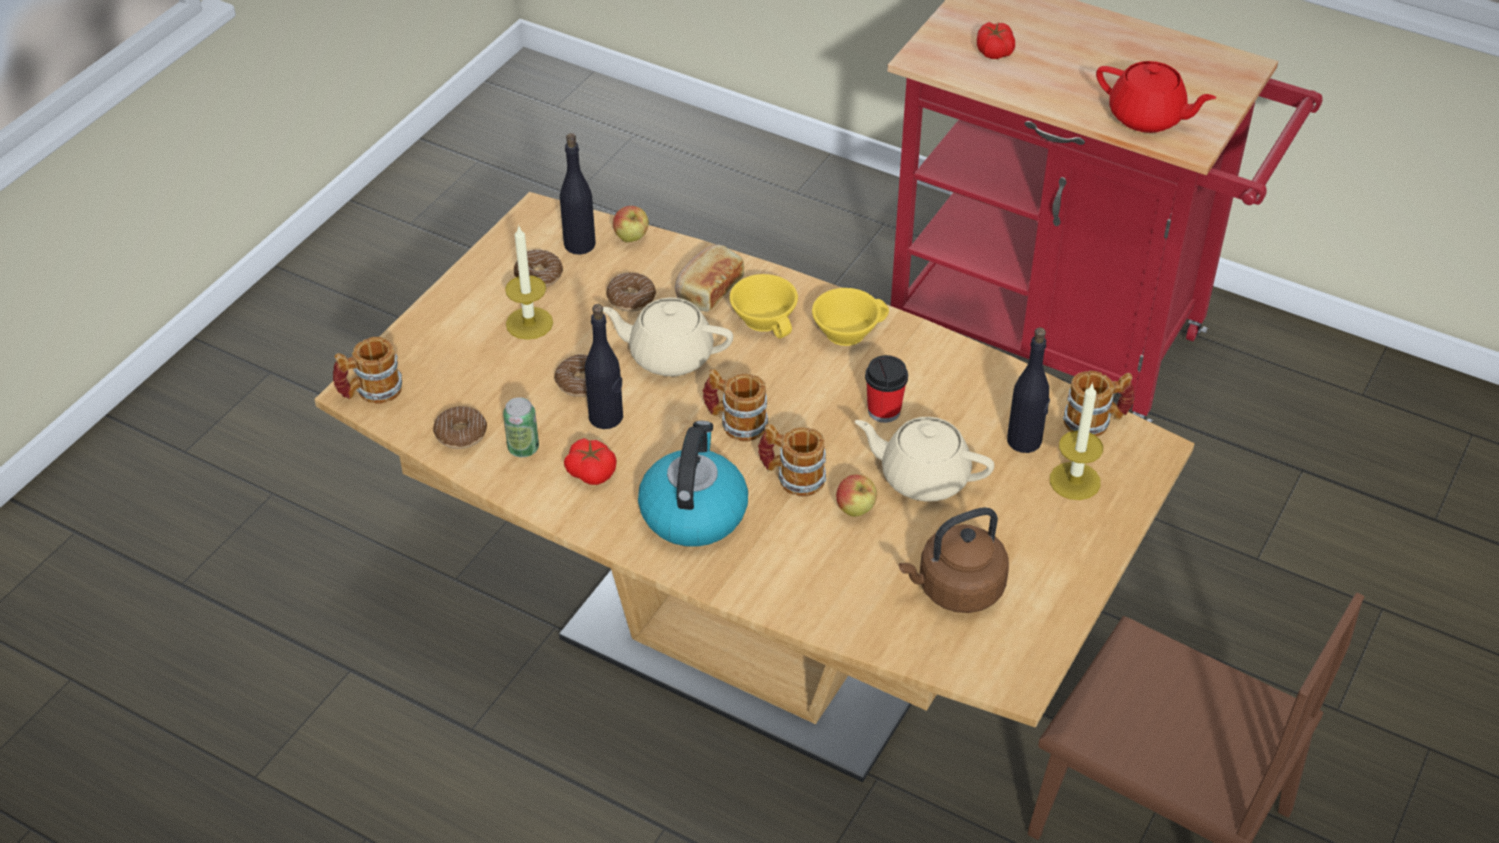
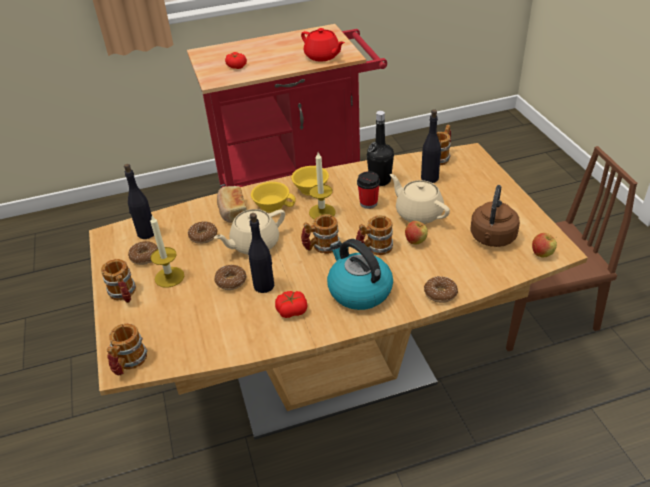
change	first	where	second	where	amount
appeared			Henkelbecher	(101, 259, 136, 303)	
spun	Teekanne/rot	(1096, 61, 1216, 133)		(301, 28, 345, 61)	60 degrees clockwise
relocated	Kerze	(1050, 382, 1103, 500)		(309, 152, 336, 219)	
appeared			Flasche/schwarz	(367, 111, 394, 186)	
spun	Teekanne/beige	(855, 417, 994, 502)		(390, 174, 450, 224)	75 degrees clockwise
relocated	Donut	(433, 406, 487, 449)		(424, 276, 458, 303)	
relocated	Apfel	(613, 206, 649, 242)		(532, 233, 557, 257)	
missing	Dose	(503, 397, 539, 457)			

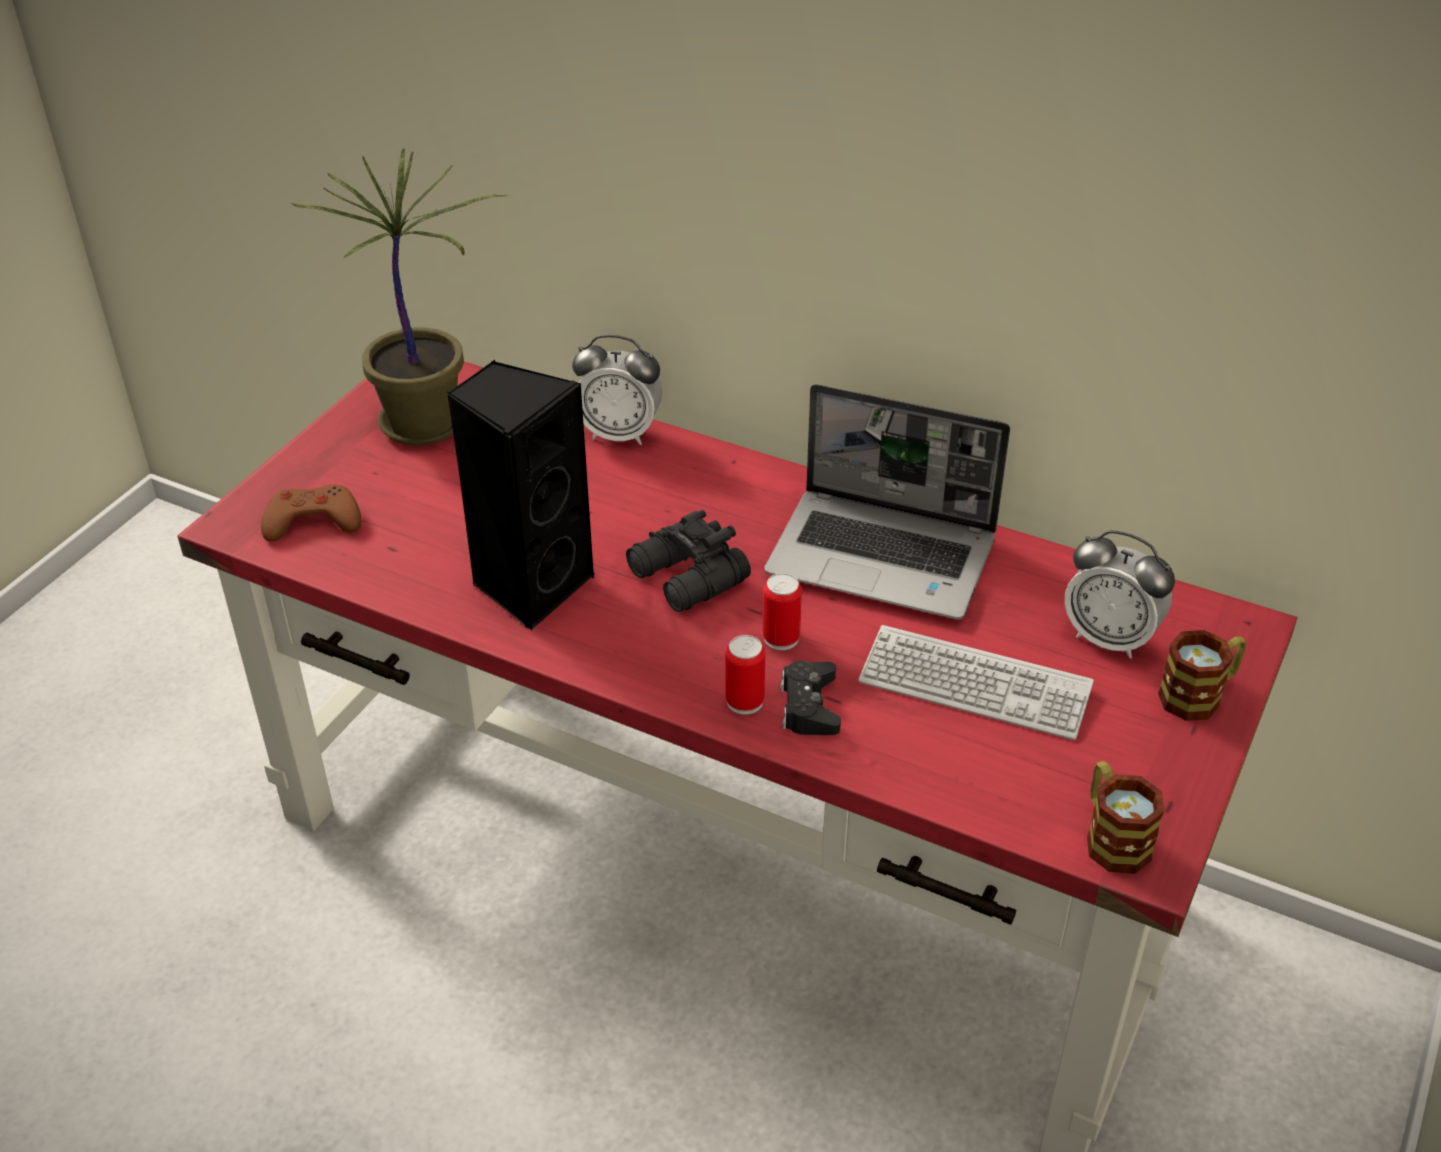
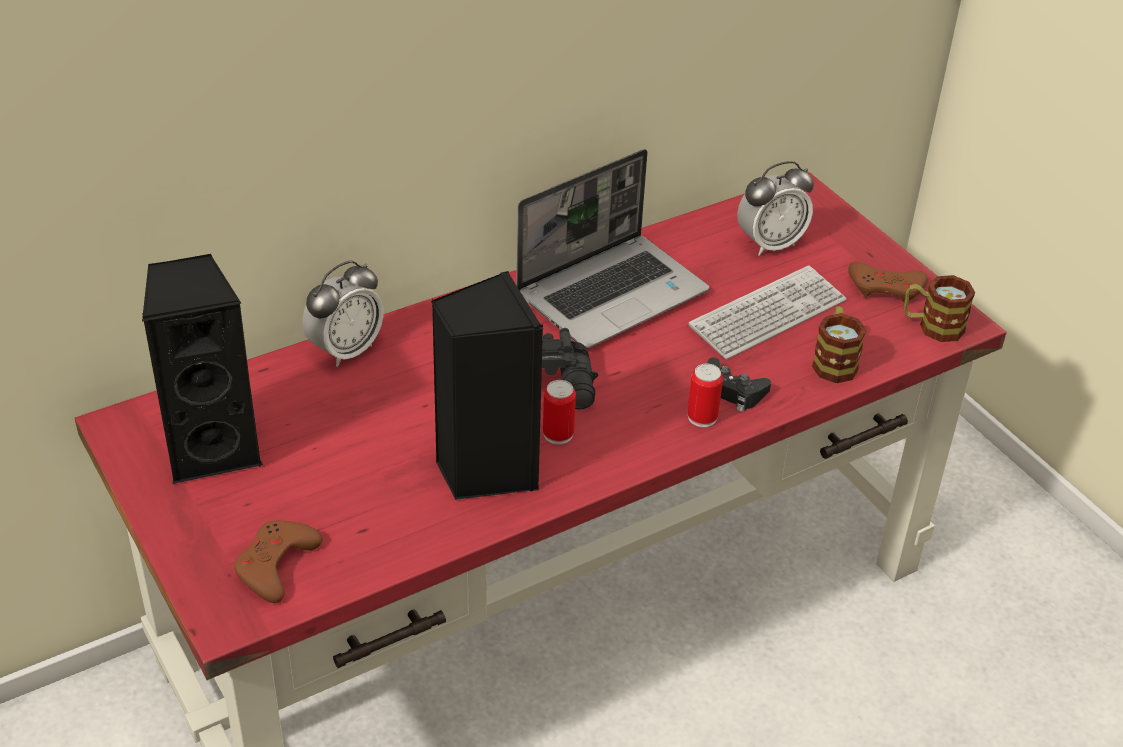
change	first	where	second	where	amount
exchanged	Topfpflanze	(291, 147, 508, 446)	Lautsprecher/schwarz	(142, 254, 263, 484)	
relocated	Dose	(763, 573, 802, 650)		(543, 380, 576, 445)	
relocated	Henkelbecher	(1158, 630, 1246, 721)		(812, 306, 866, 383)	
appeared			Gamepad/braun	(848, 262, 928, 302)	

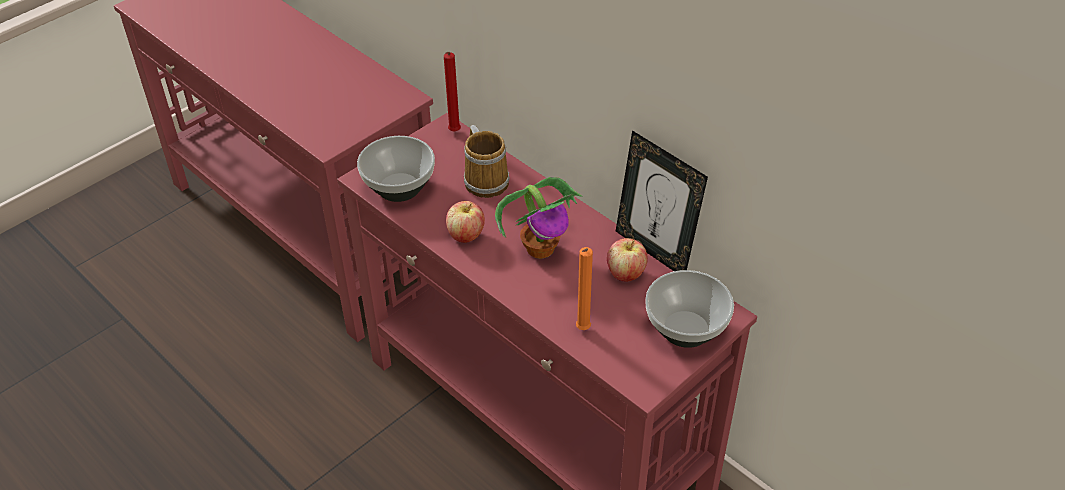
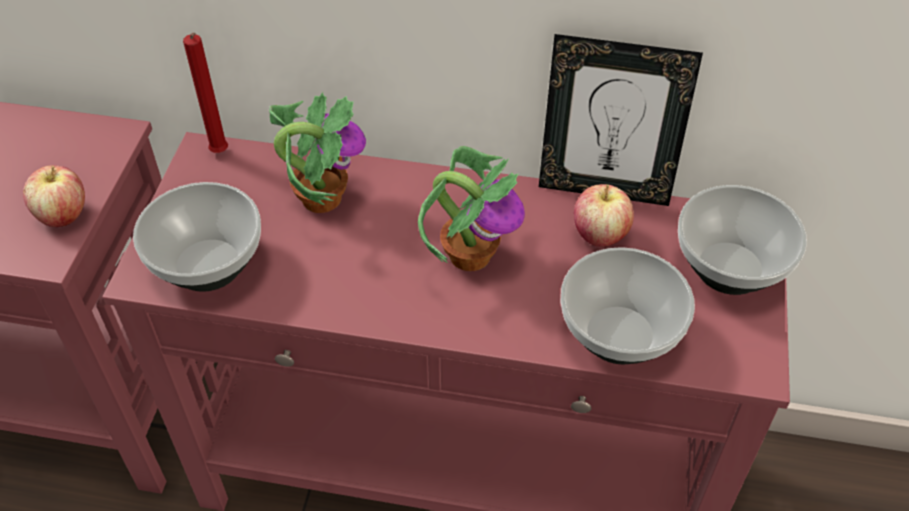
change	first	where	second	where	amount
relocated	Apfel	(446, 201, 485, 243)		(23, 165, 85, 227)	
exchanged	Henkelbecher	(464, 125, 510, 198)	Topfpflanze	(269, 92, 366, 213)	
exchanged	Kerze/orange	(576, 247, 593, 330)	Schüssel	(561, 247, 695, 365)	

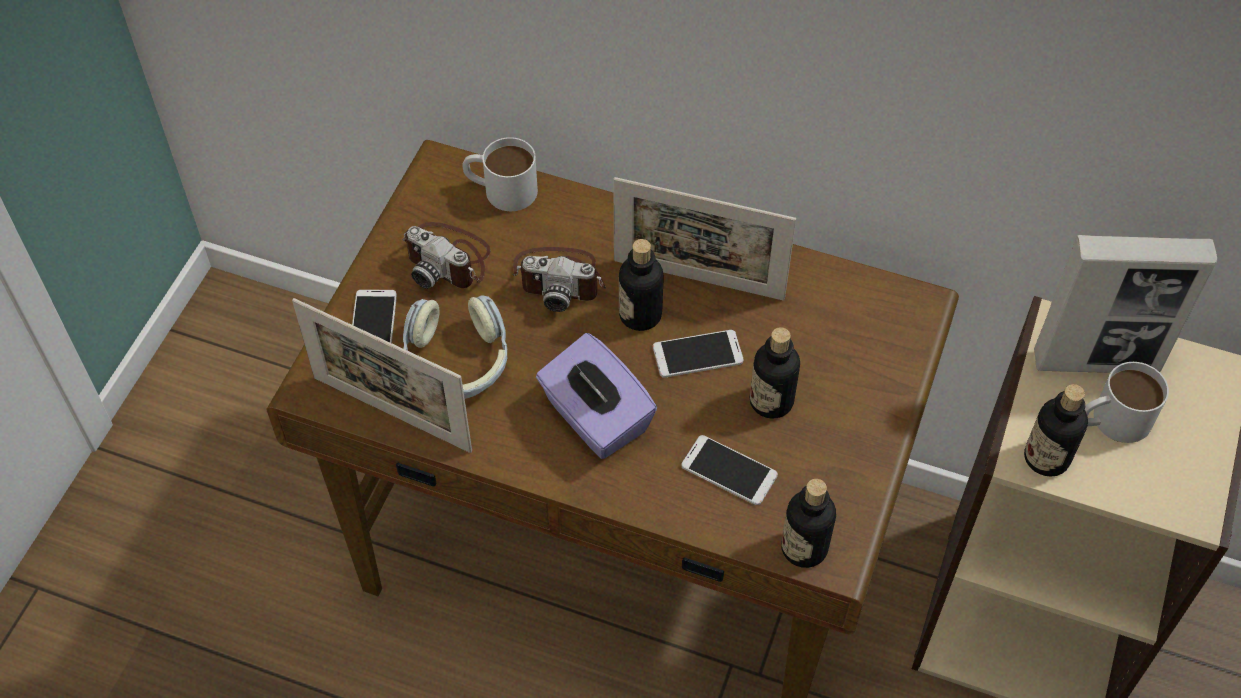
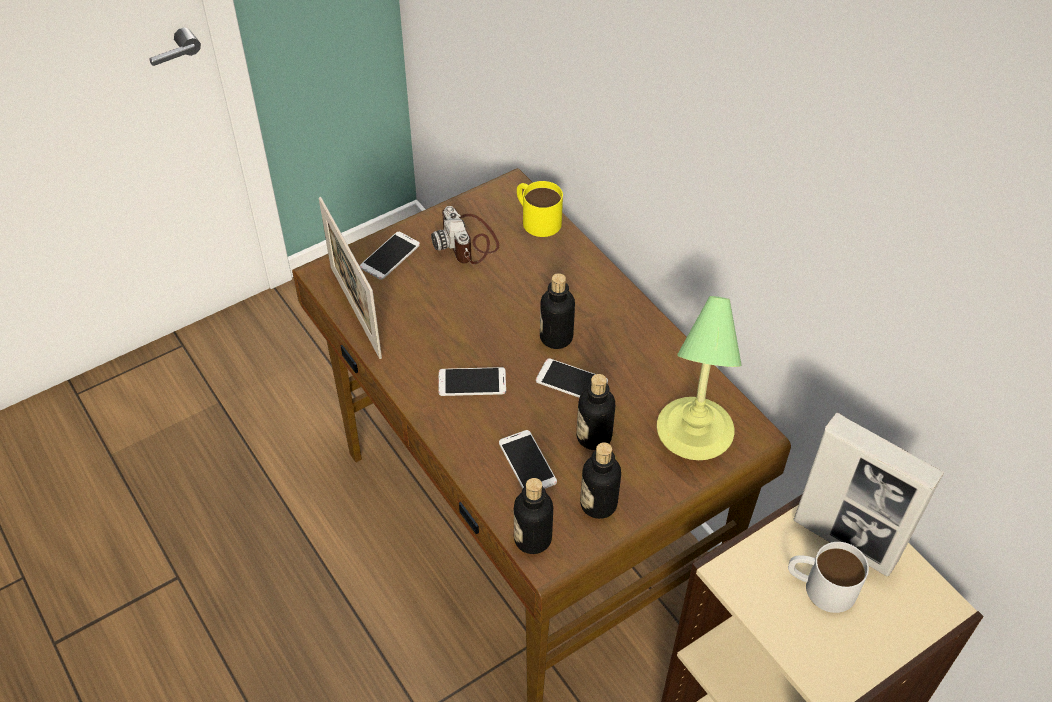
change	first	where	second	where	amount
exchanged	Taschentuchbox/lila	(536, 333, 657, 459)	Handy	(438, 367, 506, 396)	
colour	Henkelbecher/weiß	(462, 137, 538, 211)	Henkelbecher/gelb	(517, 181, 563, 237)	
relocated	Flasche	(1024, 384, 1088, 477)		(580, 442, 621, 519)	
appeared			Tischlampe	(657, 296, 742, 460)	
missing	Kopfhörer	(403, 295, 507, 399)			
missing	Kamera	(512, 247, 606, 312)			
missing	Bilderrahmen	(613, 177, 796, 301)			

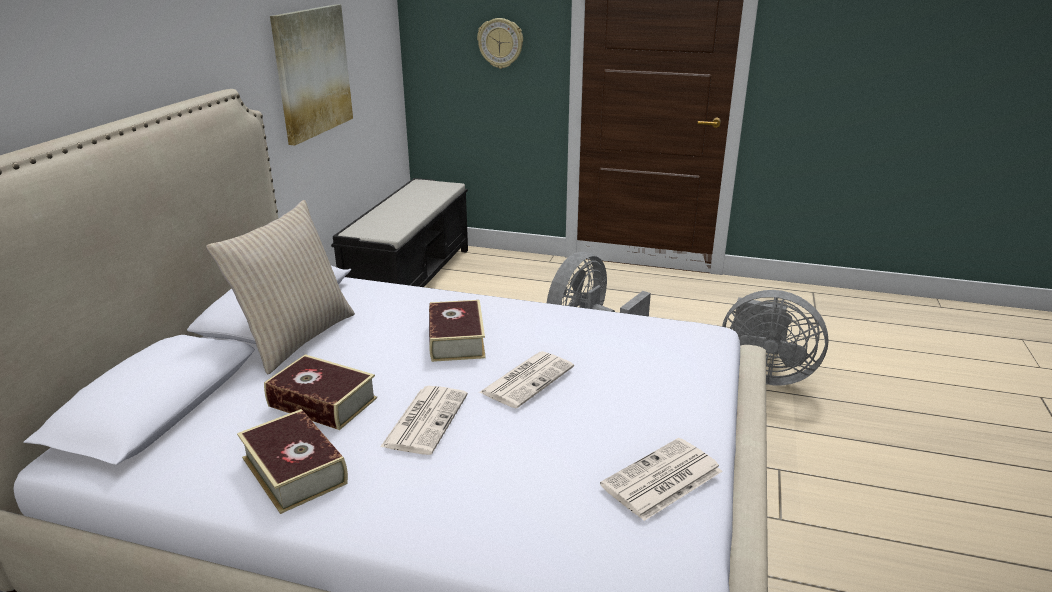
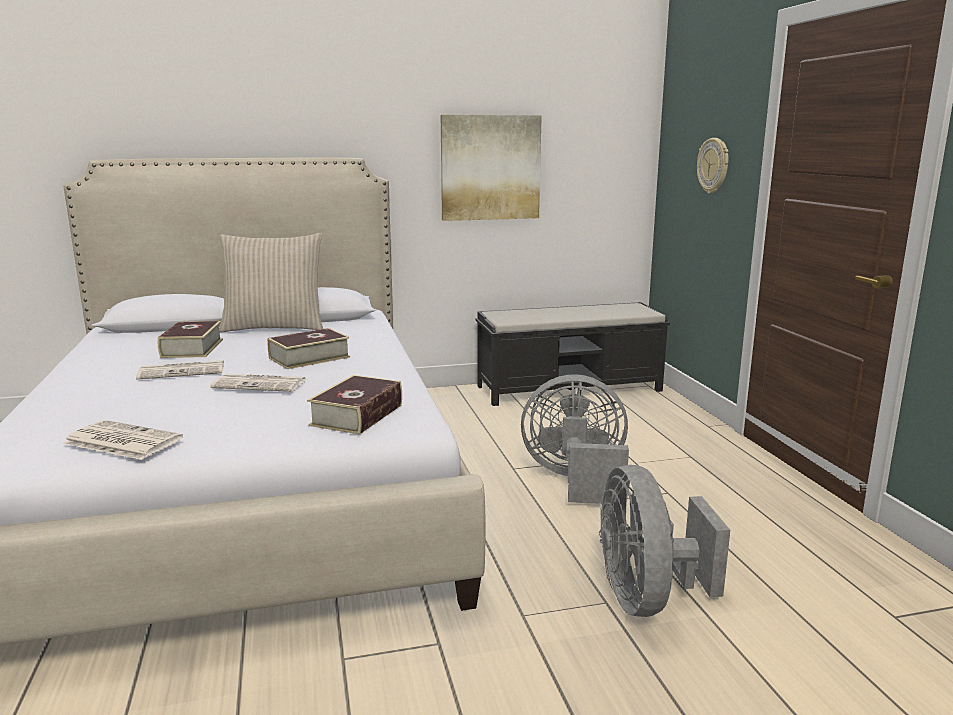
change	first	where	second	where	amount
relocated	Buch	(237, 409, 348, 514)		(307, 375, 402, 434)	

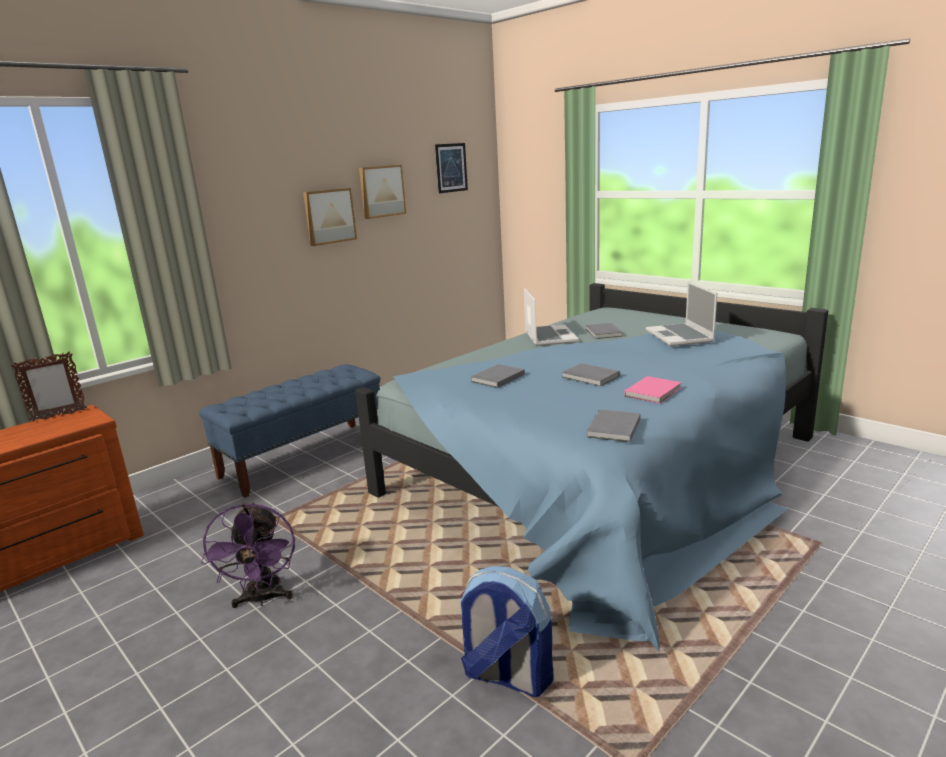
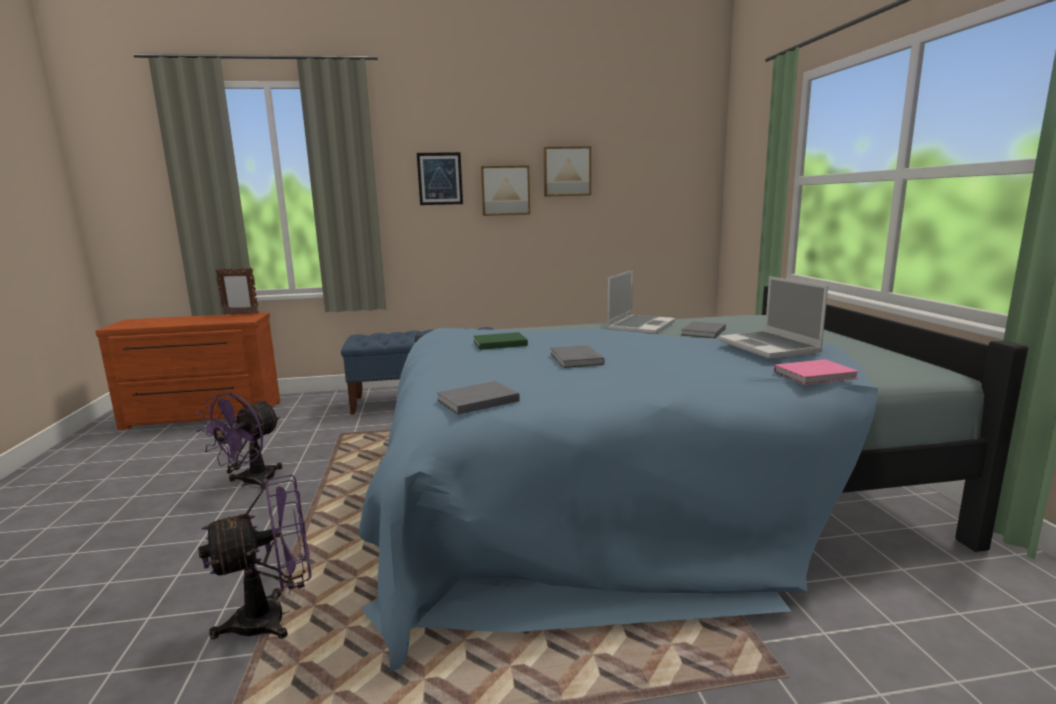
change	first	where	second	where	amount
exchanged	Rucksack	(459, 566, 554, 697)	Ventilator/lila	(198, 475, 312, 639)	
relocated	Bild	(435, 143, 468, 193)		(417, 152, 463, 205)	
colour	Buch/grau	(470, 364, 525, 388)	Buch/grün	(474, 332, 528, 350)	
spun	Laptop	(646, 281, 717, 346)		(718, 276, 828, 359)	45 degrees counterclockwise
relocated	Buch/rosa	(624, 376, 682, 404)		(774, 359, 859, 385)	

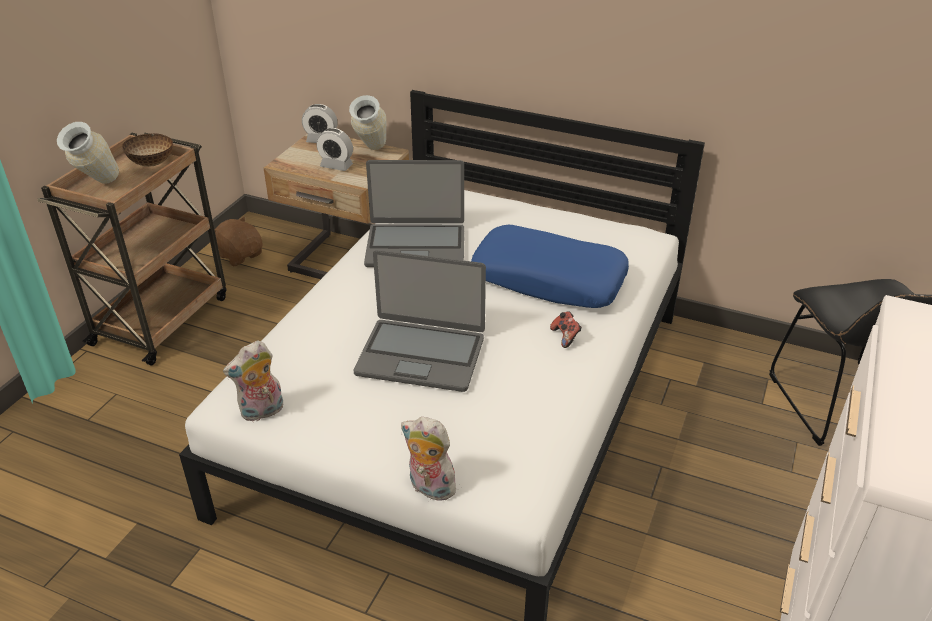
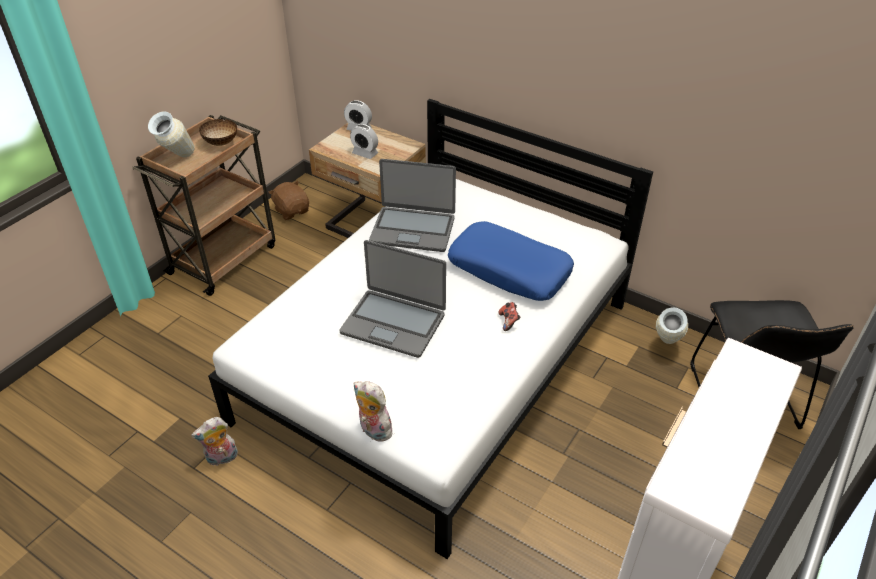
change	first	where	second	where	amount
relocated	Plüschtier	(223, 340, 283, 421)		(191, 417, 238, 466)	
relocated	Vase	(349, 95, 386, 150)		(656, 307, 688, 344)	

